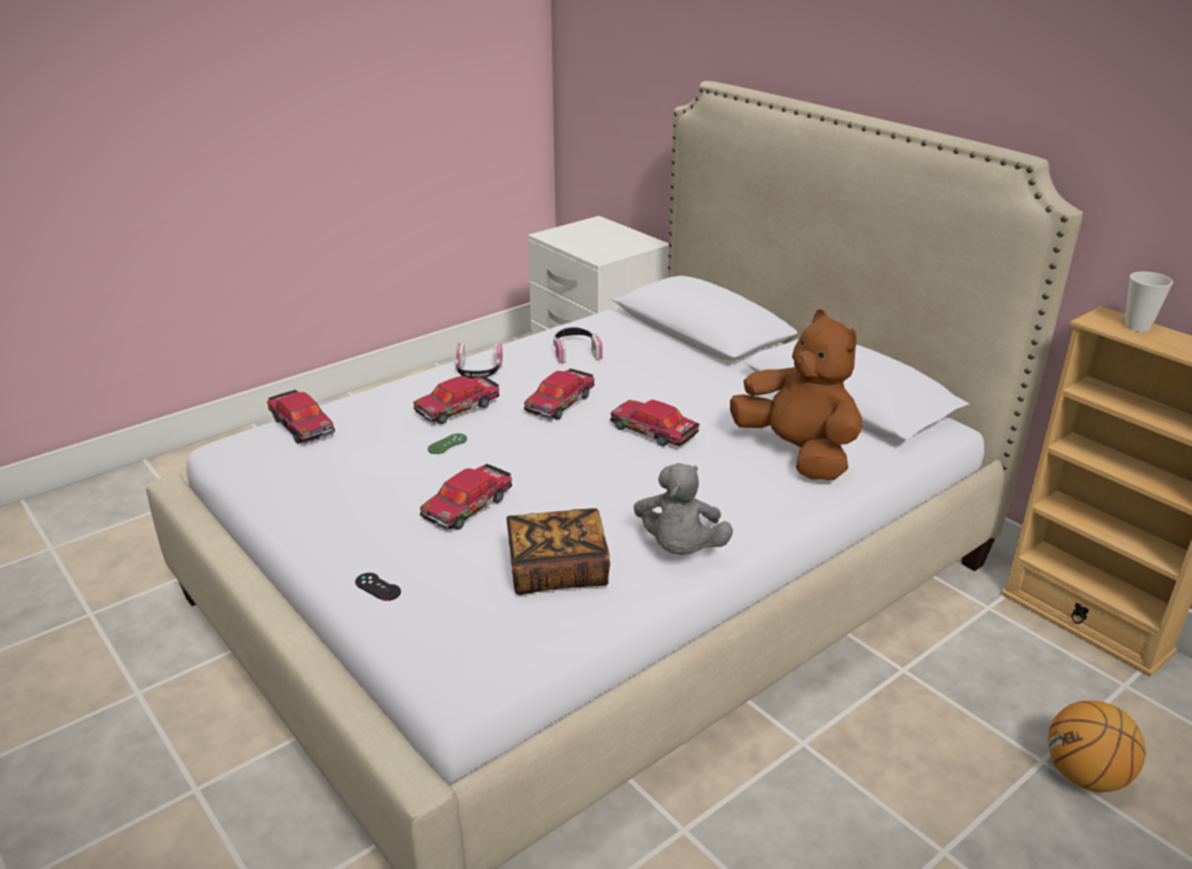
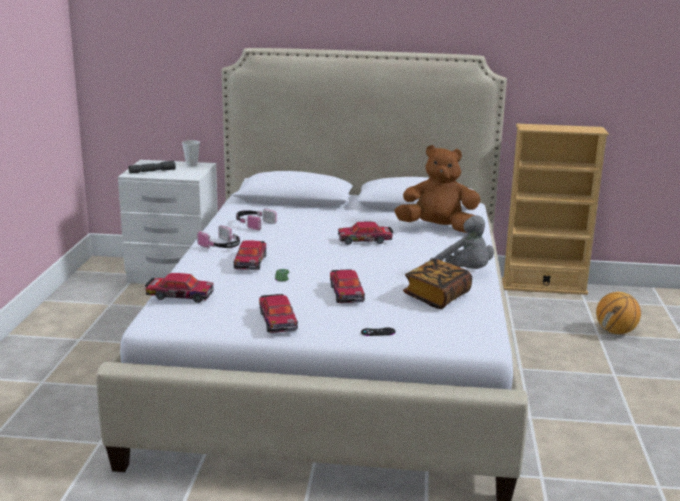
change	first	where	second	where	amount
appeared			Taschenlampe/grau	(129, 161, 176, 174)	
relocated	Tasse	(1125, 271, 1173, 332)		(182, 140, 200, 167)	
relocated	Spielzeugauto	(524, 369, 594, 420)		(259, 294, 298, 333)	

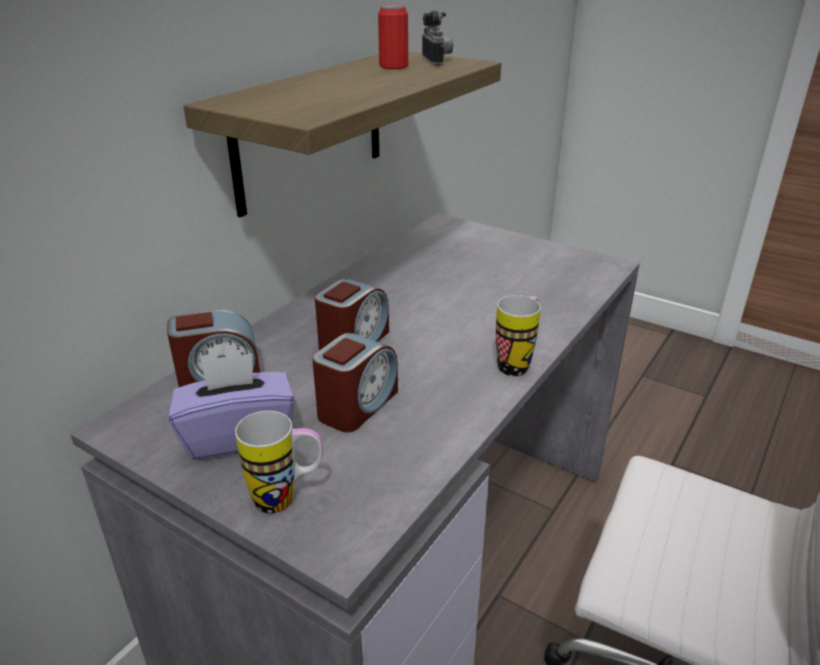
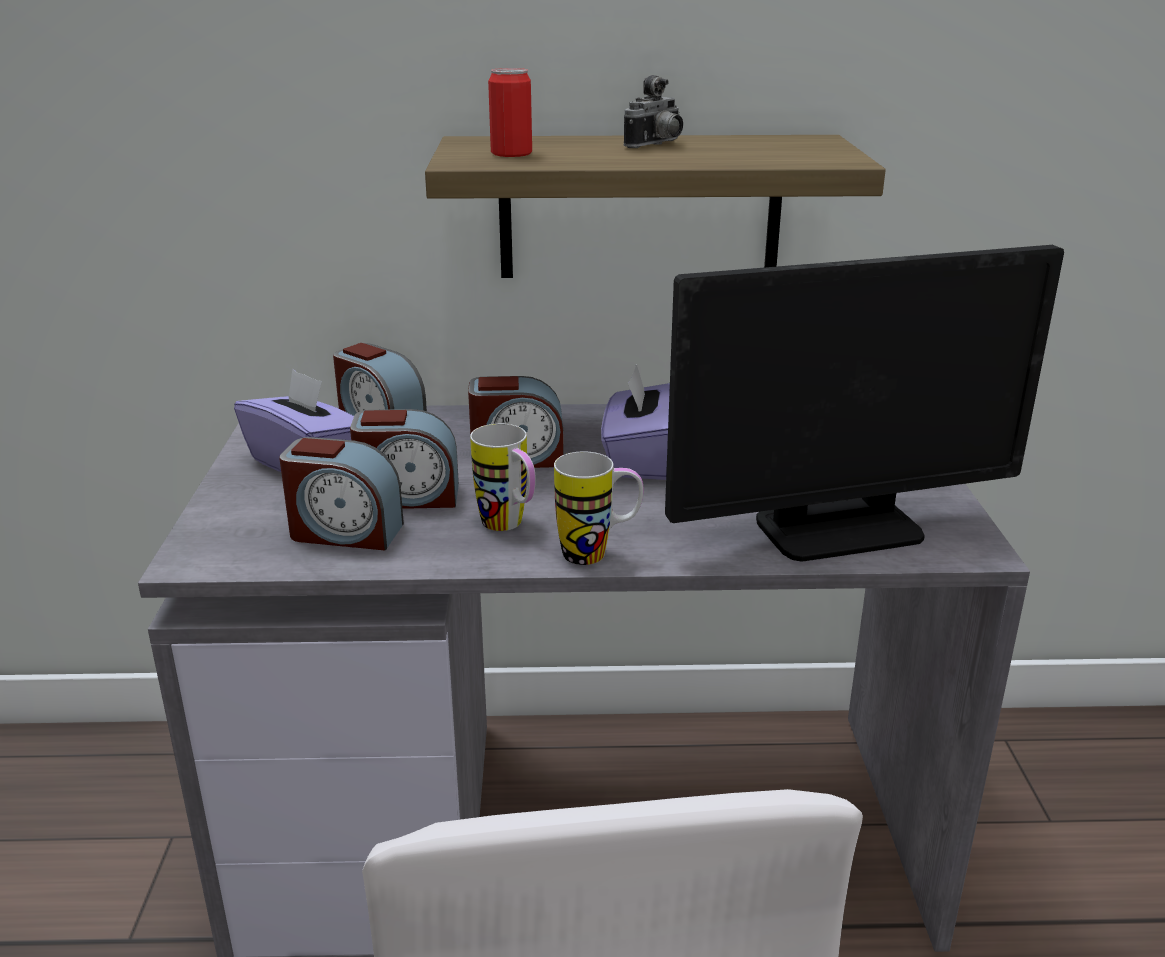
change	first	where	second	where	amount
appeared			Wecker	(279, 437, 404, 550)	
relocated	Henkelbecher	(235, 411, 323, 513)		(470, 424, 536, 531)	
relocated	Dose	(378, 4, 408, 69)		(488, 68, 532, 157)	
appeared			Taschentuchbox/lila	(601, 364, 670, 480)	
relocated	Kamera	(422, 11, 453, 66)		(624, 75, 683, 148)	
appeared			Monitor	(665, 245, 1064, 562)	

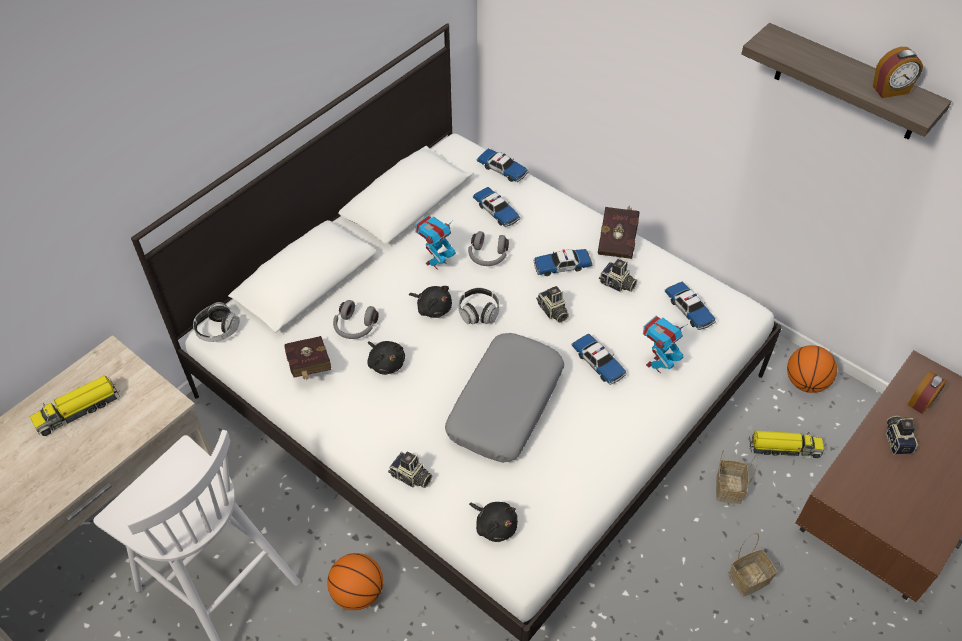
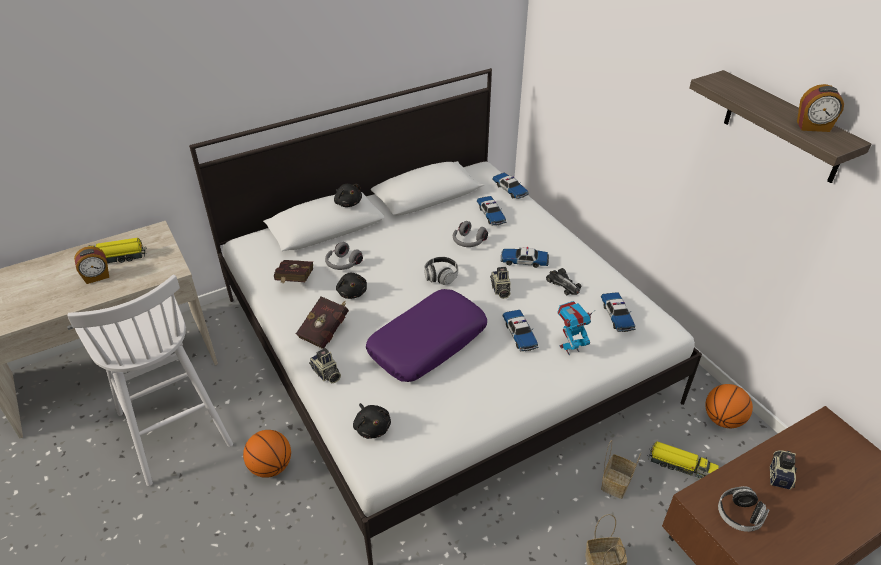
change	first	where	second	where	amount
relocated	Wecker	(908, 371, 946, 414)		(74, 246, 109, 284)	
relocated	Buch/rot	(598, 205, 640, 259)		(296, 296, 349, 349)	
relocated	Plüschtier/schwarz	(409, 286, 452, 318)		(334, 184, 362, 207)	
colour	Kissen/grau	(445, 333, 564, 463)	Kissen/lila	(366, 289, 487, 382)	
exchanged	Kamera	(599, 259, 637, 292)	Spielzeugauto	(546, 268, 581, 295)	
relocated	Kopfhörer	(193, 302, 239, 342)		(718, 486, 769, 532)	
missing	Spielzeugroboter	(416, 216, 456, 270)			

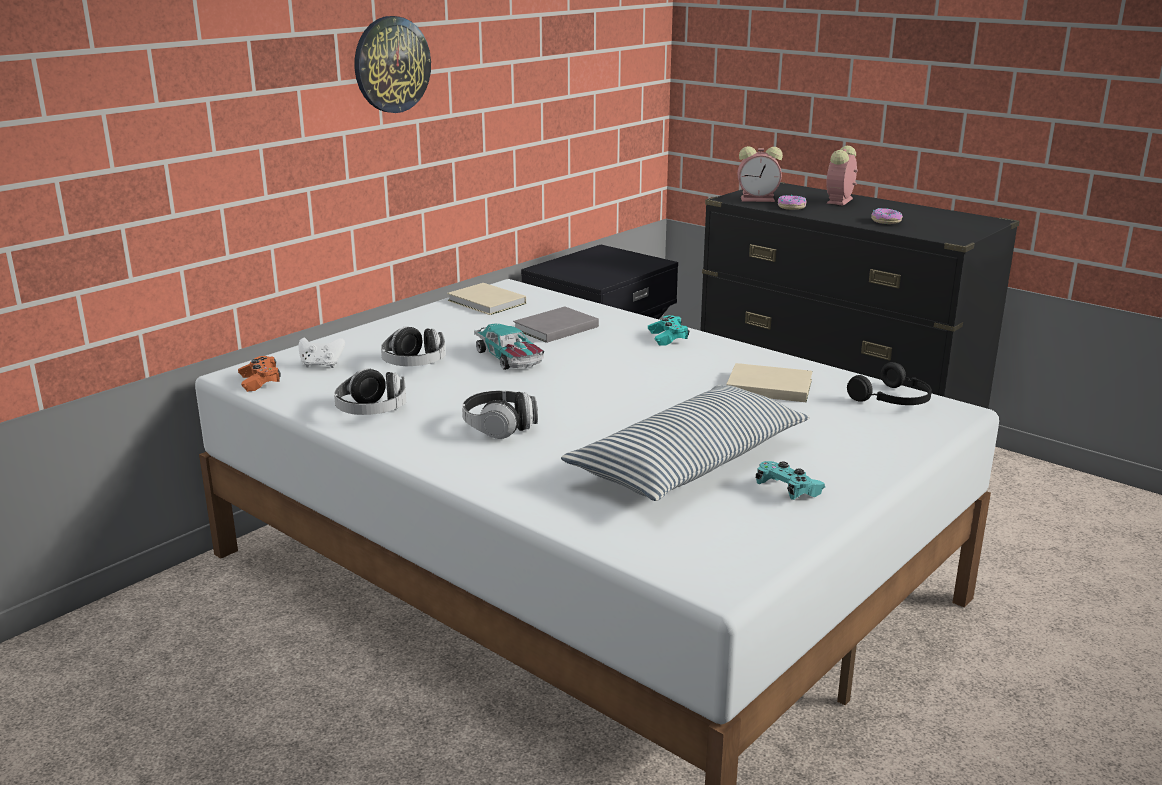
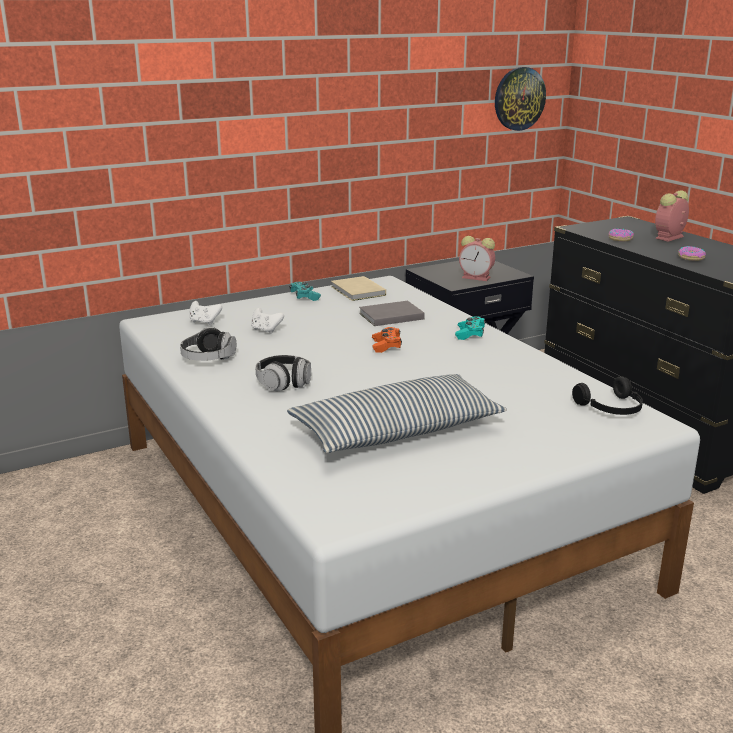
change	first	where	second	where	amount
exchanged	Kopfhörer	(381, 326, 446, 366)	Gamepad/weiß	(251, 308, 284, 334)	
relocated	Gamepad/türkis	(756, 461, 825, 500)		(289, 282, 321, 301)	
relocated	Gamepad/orange	(238, 356, 281, 392)		(372, 327, 402, 353)	
relocated	Wecker	(738, 146, 783, 202)		(459, 236, 495, 281)	
relocated	Wanduhr	(355, 16, 431, 113)		(495, 67, 546, 131)	
missing	Spielzeugauto	(474, 324, 544, 370)			
missing	Buch/beige	(726, 363, 813, 402)			

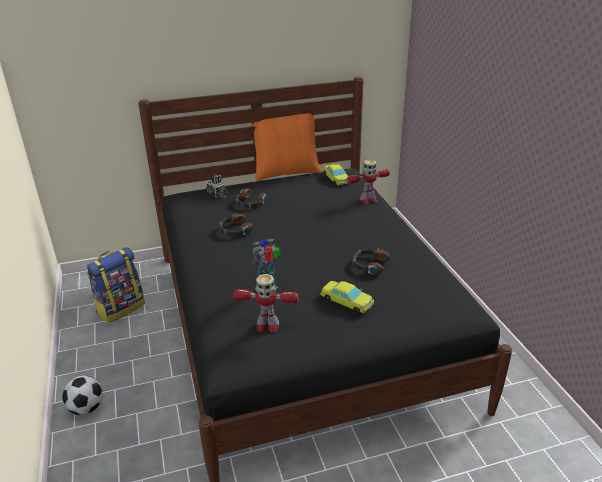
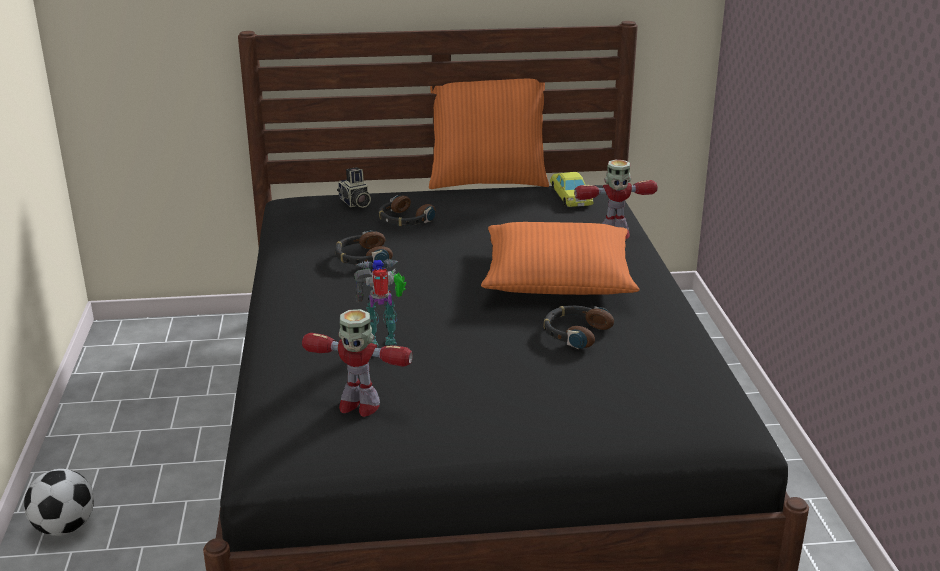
change	first	where	second	where	amount
appeared			Kissen/orange	(481, 222, 639, 295)	
missing	Rucksack	(87, 247, 145, 323)			
missing	Spielzeugauto/gelb	(320, 281, 374, 313)			

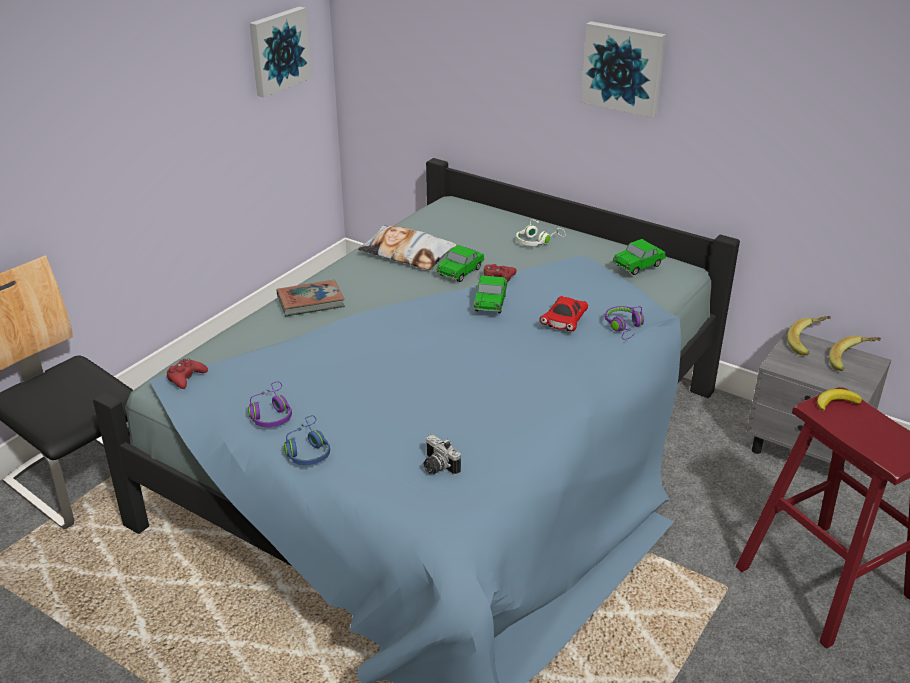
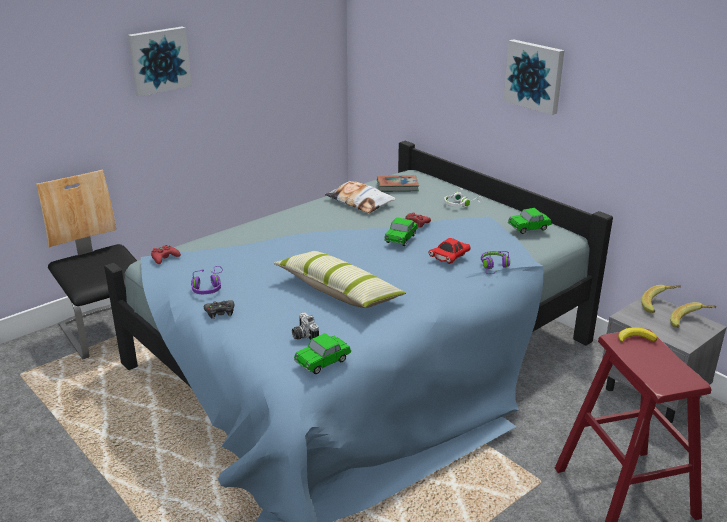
change	first	where	second	where	amount
relocated	Bild	(249, 7, 311, 98)		(128, 27, 192, 97)	
exchanged	Kopfhörer/blau	(284, 415, 330, 465)	Gamepad/schwarz	(204, 300, 234, 319)	
appeared			Kissen	(273, 251, 406, 308)	
relocated	Spielzeugauto	(436, 245, 485, 282)		(294, 333, 351, 374)	
relocated	Buch	(277, 280, 345, 316)		(377, 175, 419, 192)	

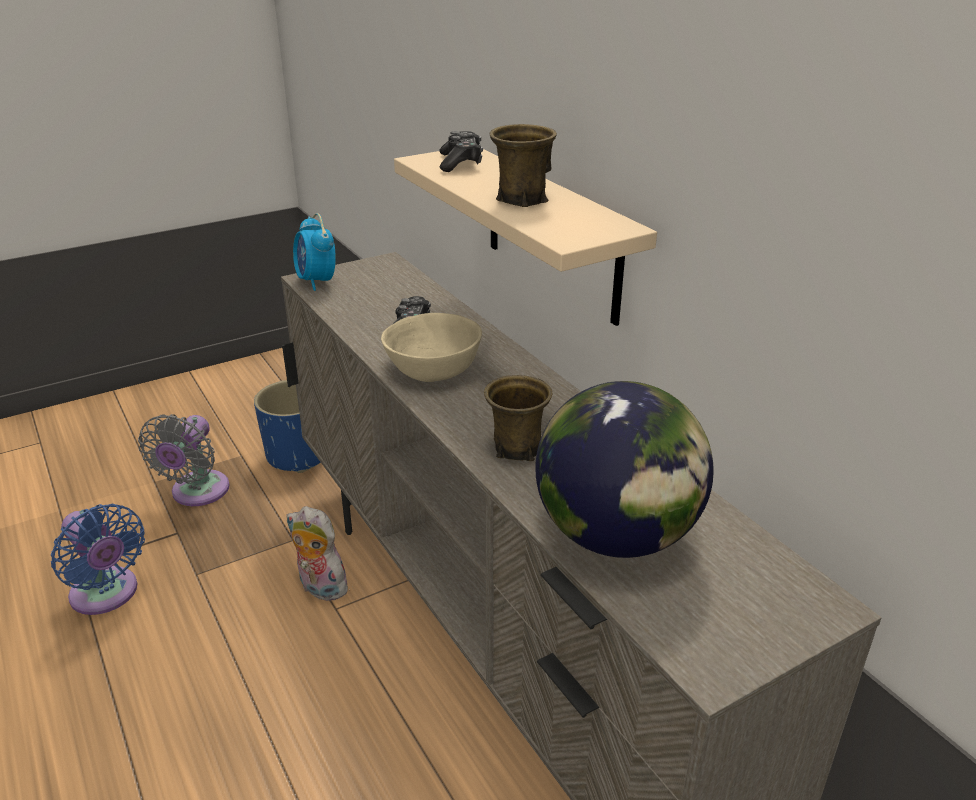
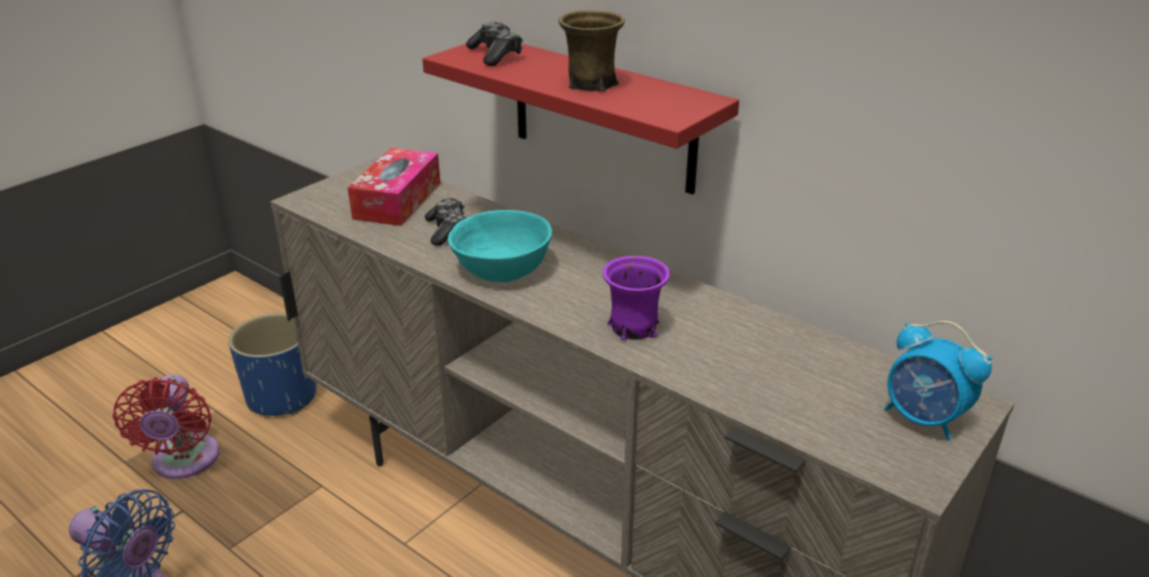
change	first	where	second	where	amount
colour	Ventilator/grau	(138, 414, 230, 506)	Ventilator/rot	(113, 374, 220, 479)	
appeared			Taschentuchbox	(348, 148, 440, 226)	
colour	Wandregal/beige	(394, 149, 657, 326)	Wandregal/rot	(422, 42, 739, 195)	
colour	Schüssel/beige	(381, 313, 482, 382)	Schüssel/türkis	(448, 210, 552, 282)	
colour	Henkelbecher/braun	(484, 375, 552, 461)	Henkelbecher/lila	(603, 256, 670, 340)	
relocated	Wecker	(293, 213, 336, 291)		(884, 321, 992, 441)	
missing	Plüschtier	(286, 506, 352, 601)			
missing	Globus	(535, 381, 714, 558)			

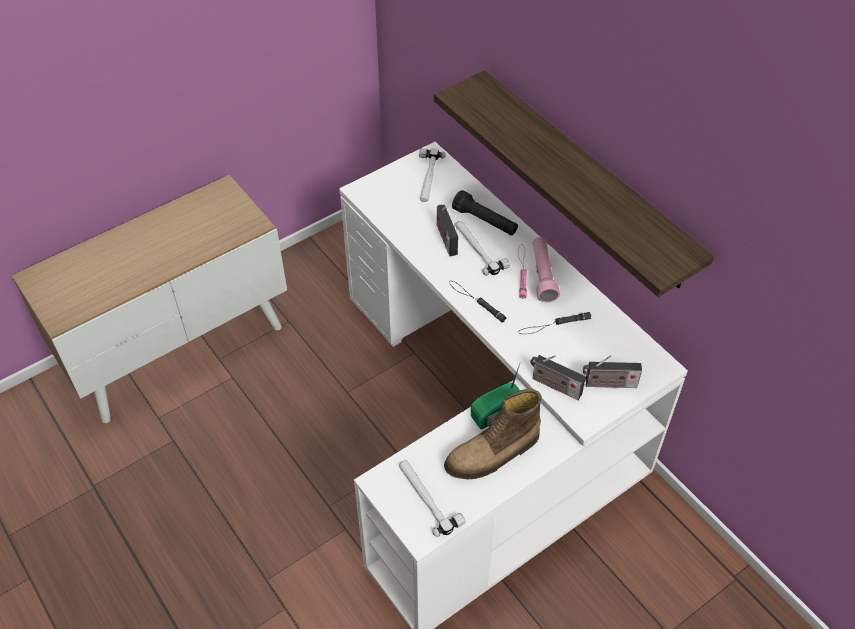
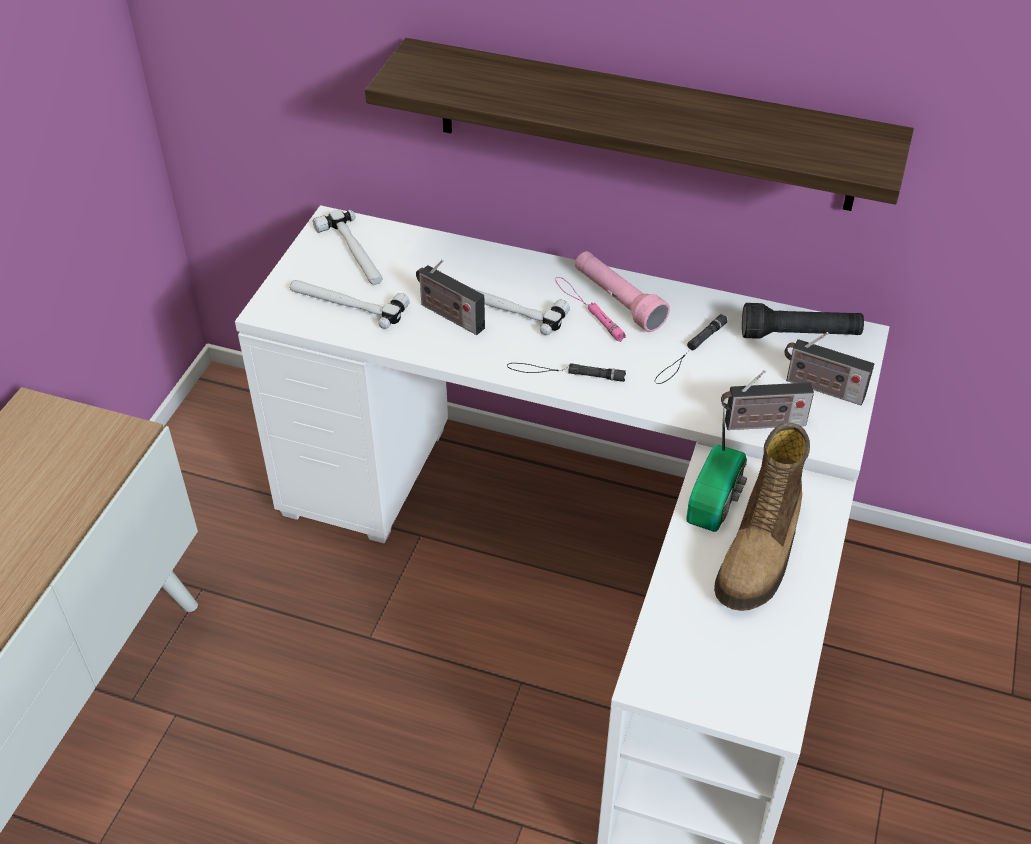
change	first	where	second	where	amount
relocated	Hammer	(399, 461, 465, 537)		(290, 280, 410, 329)	
relocated	Taschenlampe/schwarz	(452, 190, 518, 236)		(742, 303, 864, 339)	
spun	Radio	(583, 355, 642, 388)		(784, 332, 874, 405)	60 degrees clockwise

